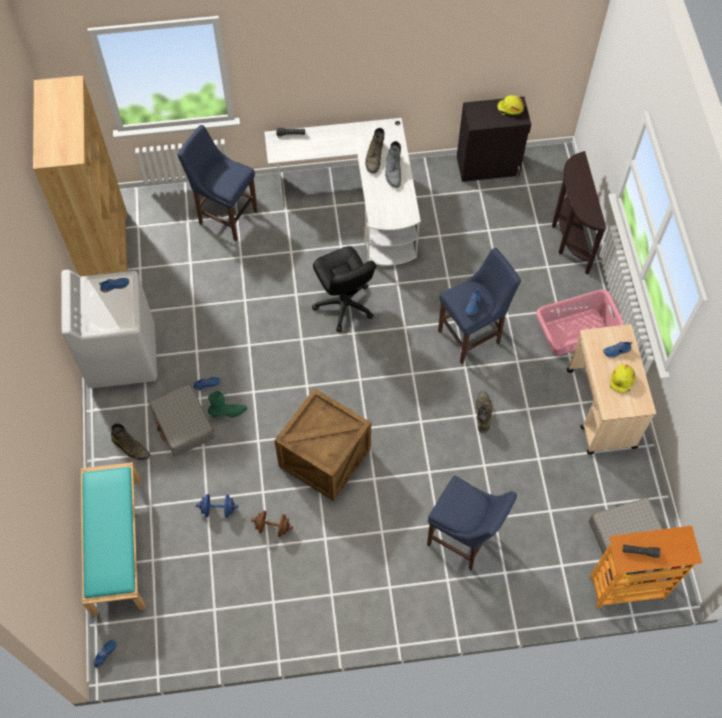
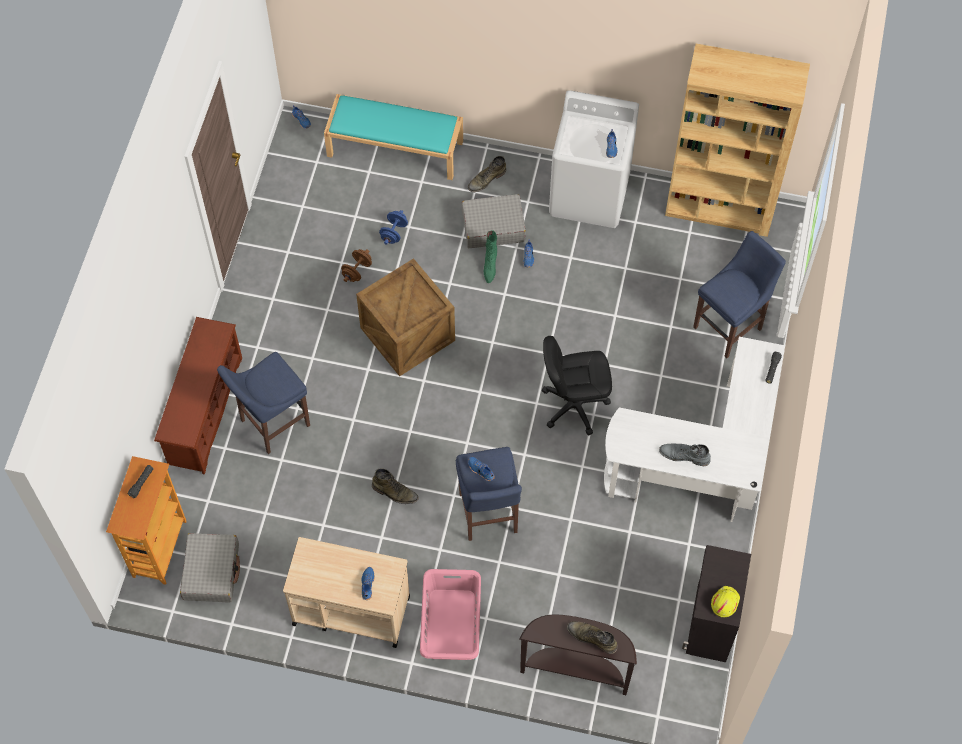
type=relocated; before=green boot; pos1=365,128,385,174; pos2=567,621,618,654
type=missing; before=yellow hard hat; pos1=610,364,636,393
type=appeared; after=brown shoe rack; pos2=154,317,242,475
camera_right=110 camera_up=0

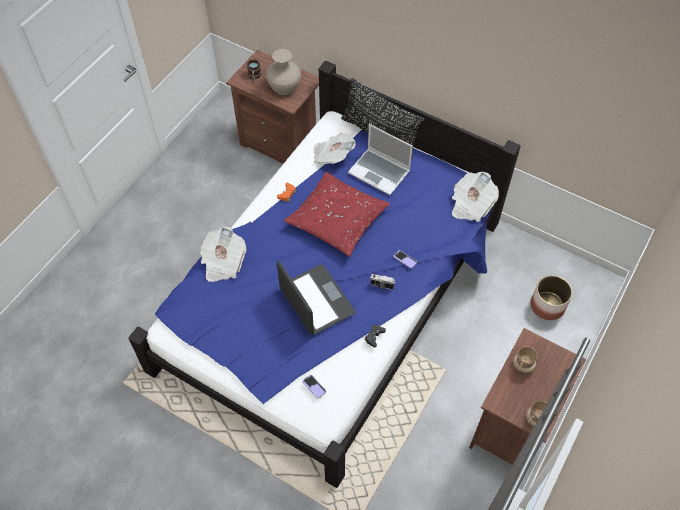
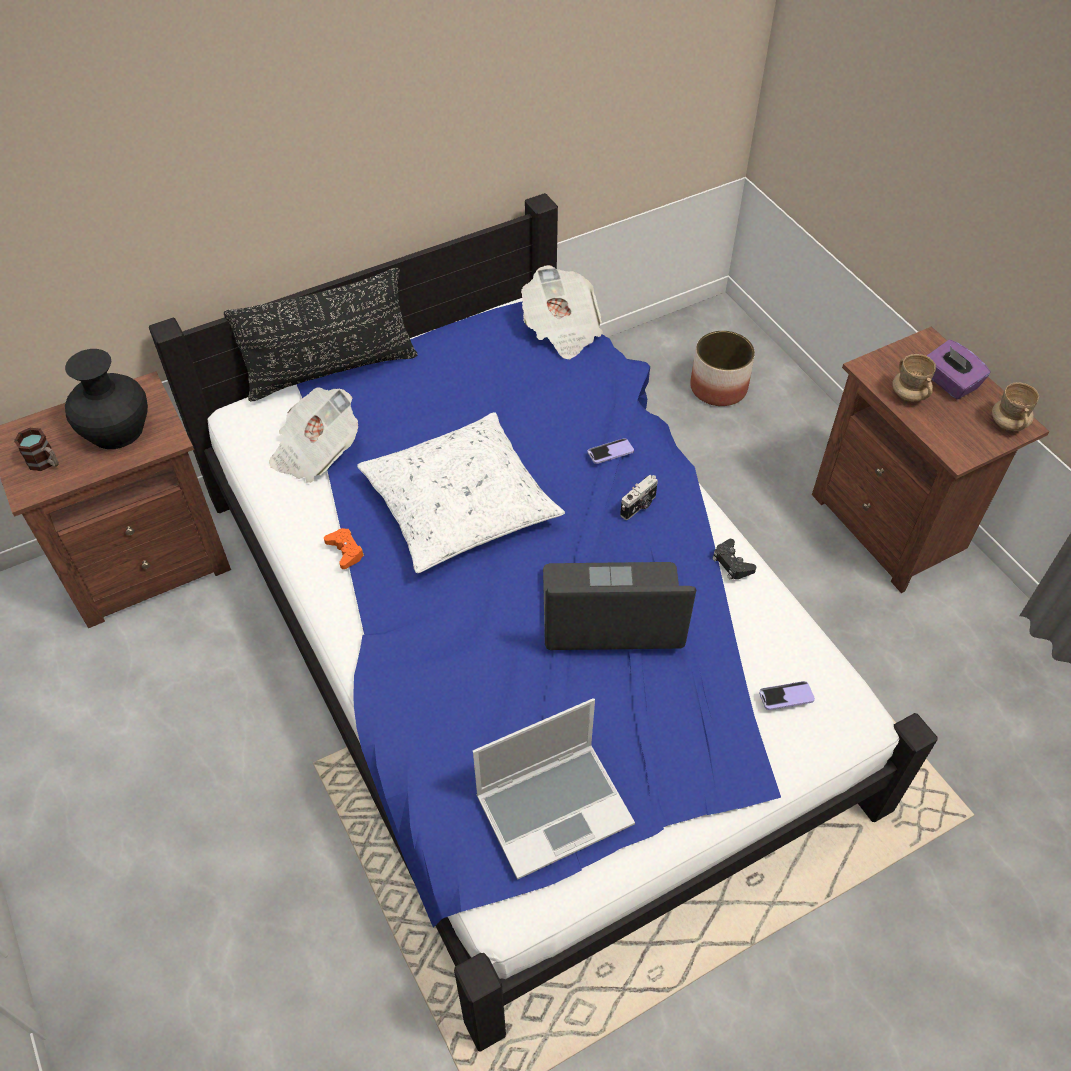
type=colour; before=beige vase; after=black vase; pos1=266,49,301,95; pos2=65,349,148,449
type=relocated; before=laptop; pos1=348,124,413,195; pos2=473,698,635,880
type=colour; before=red pillow; after=white pillow; pos1=284,172,390,257; pos2=357,412,565,573
type=missing; before=newspaper; pos1=200,227,246,282
type=appeared; after=purple tissue box; pos2=927,340,990,400
camera_right=-60 camera_up=-5

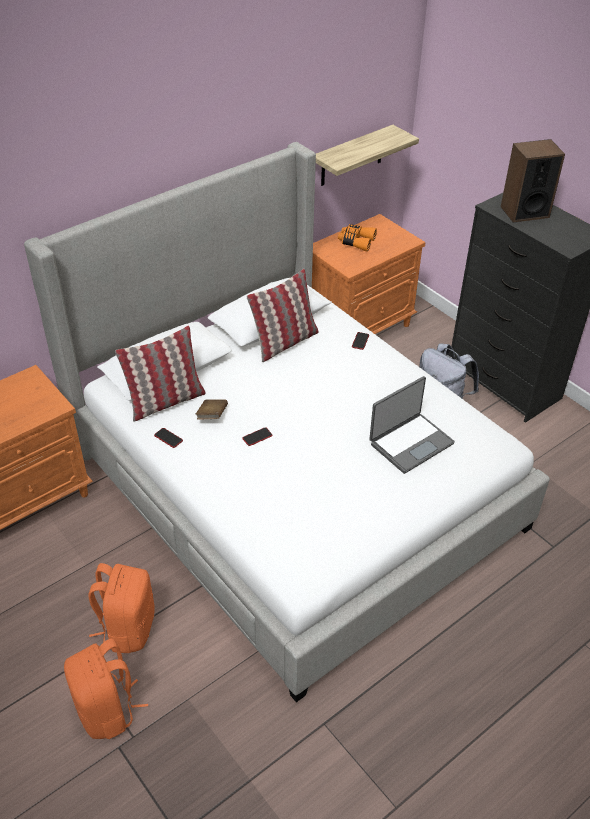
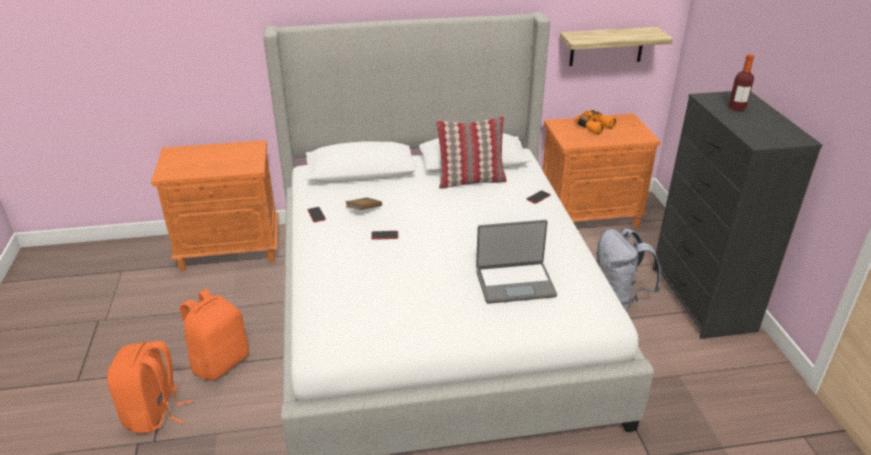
type=exchanged; before=speaker; after=bottle; pos1=501,139,565,223; pos2=728,54,754,111
type=missing; before=pillow; pos1=115,326,206,421
camera_right=30 camera_up=-10

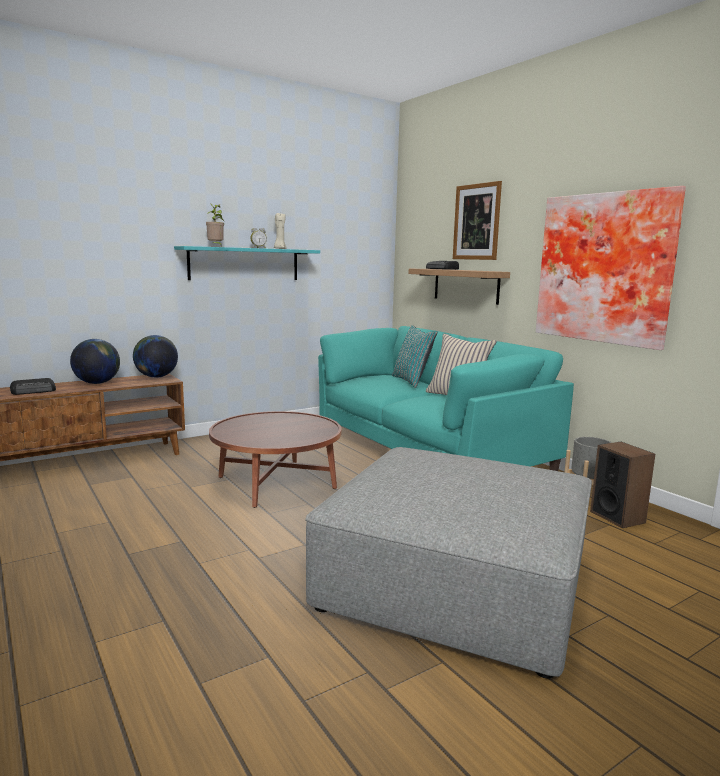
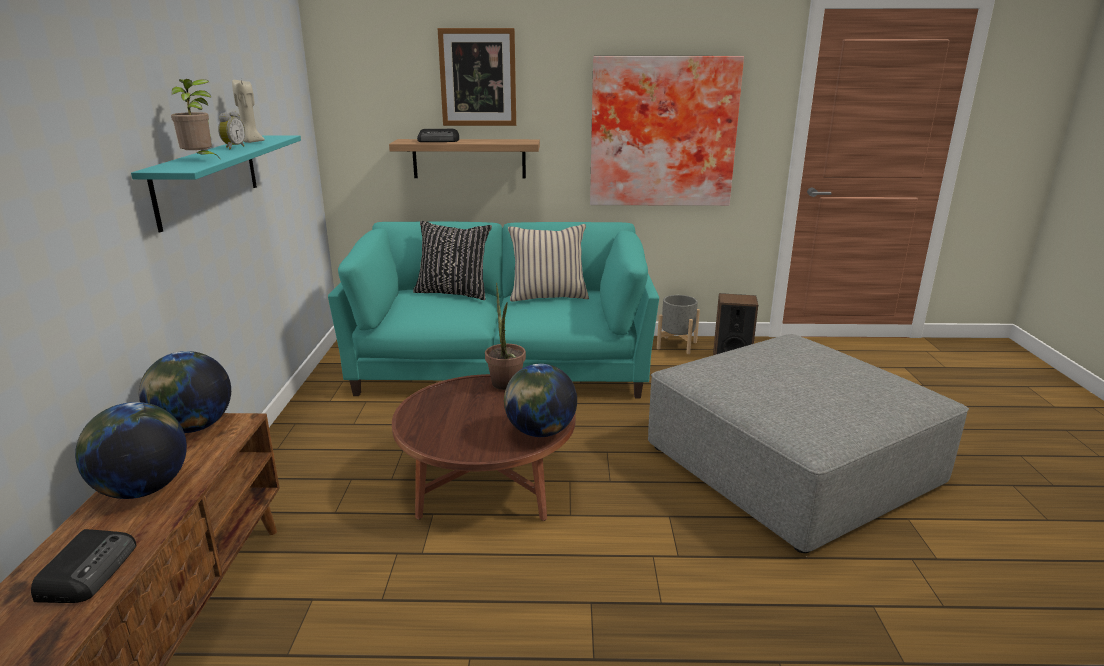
type=colour; before=turquoise pillow; after=black pillow; pos1=392,325,437,388; pos2=413,221,492,300
type=appeared; after=potted plant; pos2=485,283,526,390
type=appeared; after=globe; pos2=504,364,577,437
camera_right=-55 camera_up=10

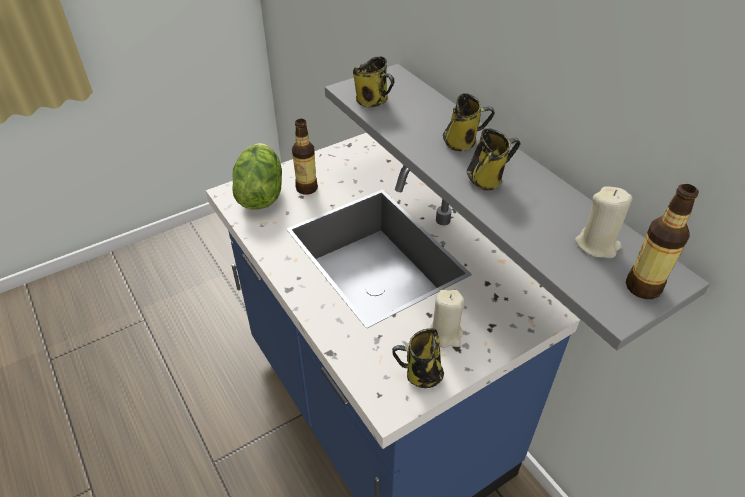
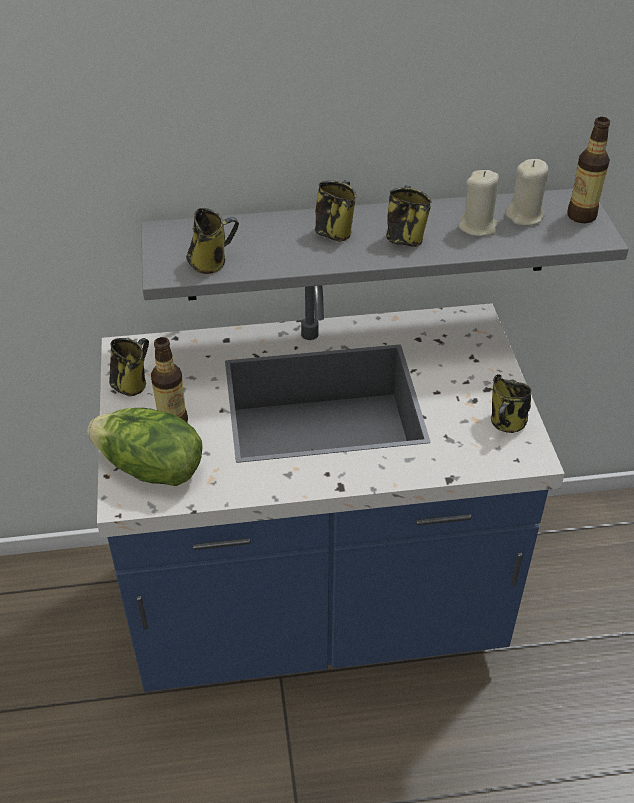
type=relocated; before=beige candle; pos1=430,290,464,348; pos2=458,170,499,237
type=appeared; after=mug; pos2=109,338,149,396
camera_right=-65 camera_up=0

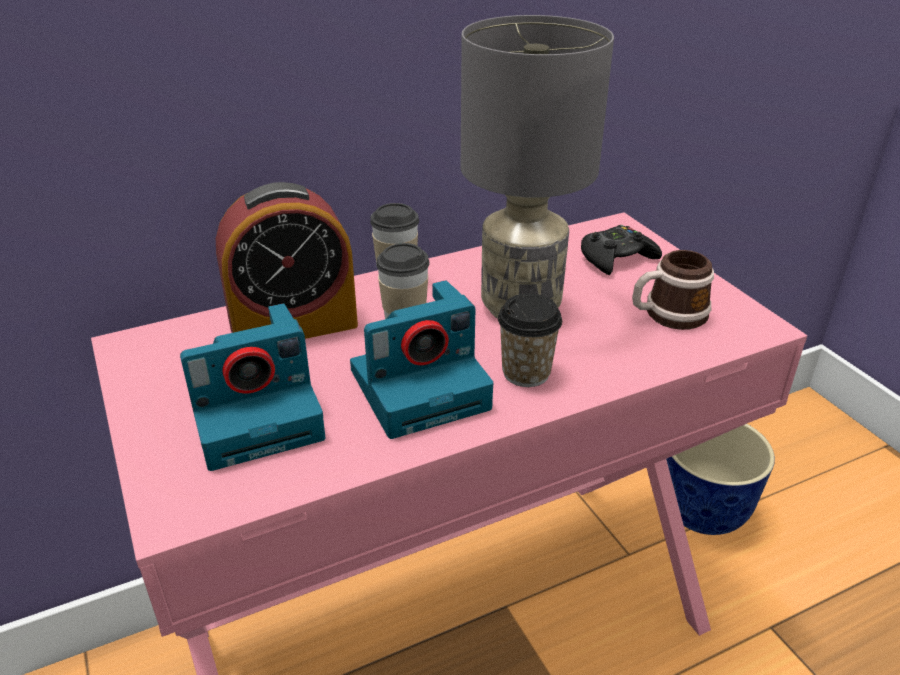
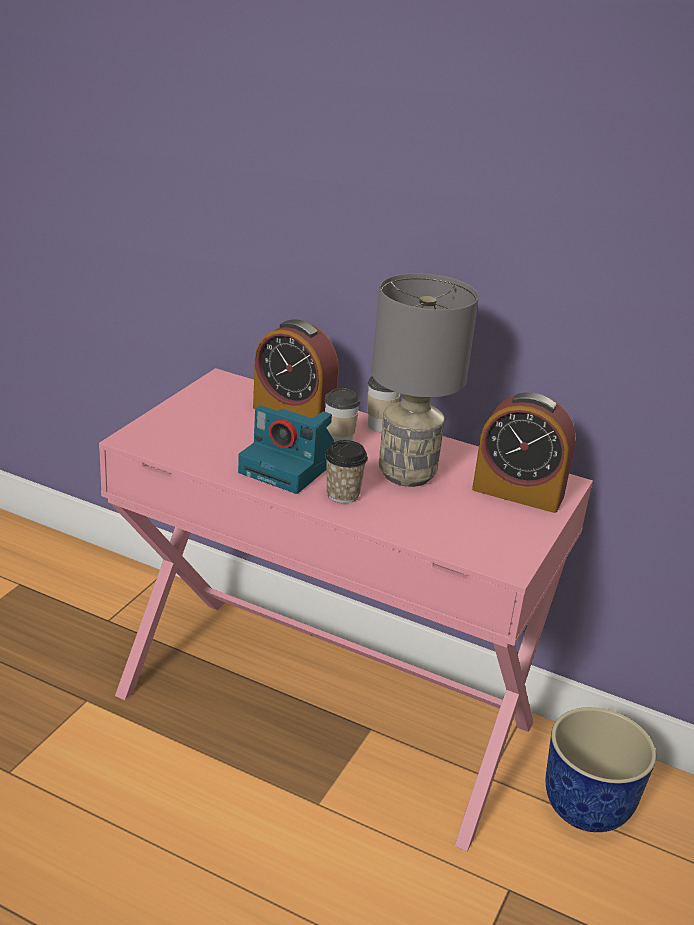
type=exchanged; before=black game controller; after=alarm clock; pos1=581,225,662,275; pos2=472,392,575,513
type=missing; before=mug; pos1=632,250,714,330
type=missing; before=photo camera; pos1=180,303,325,471
camera_right=50 camera_up=-5

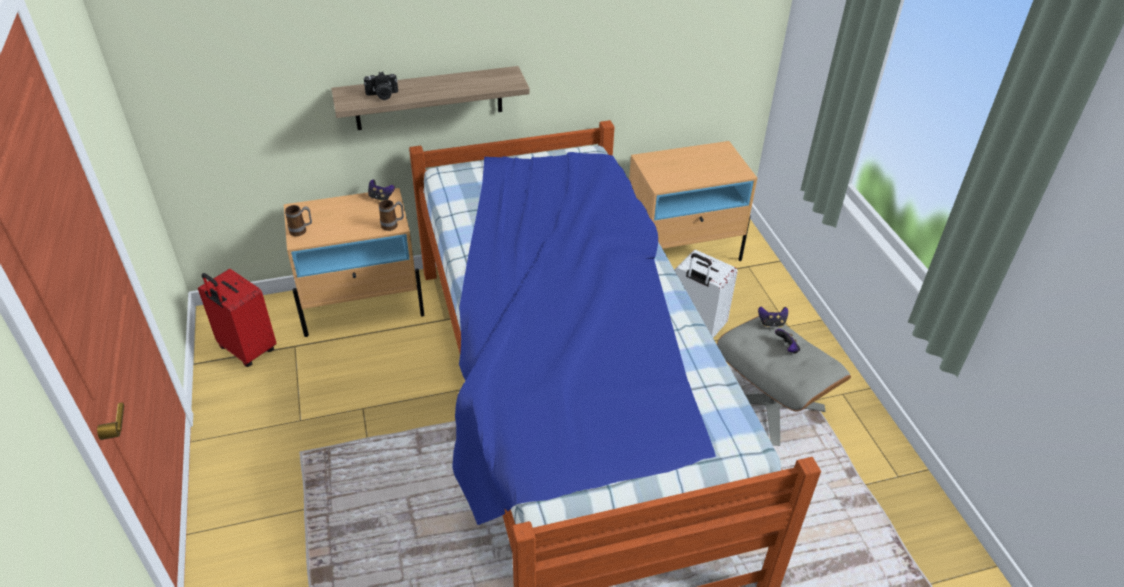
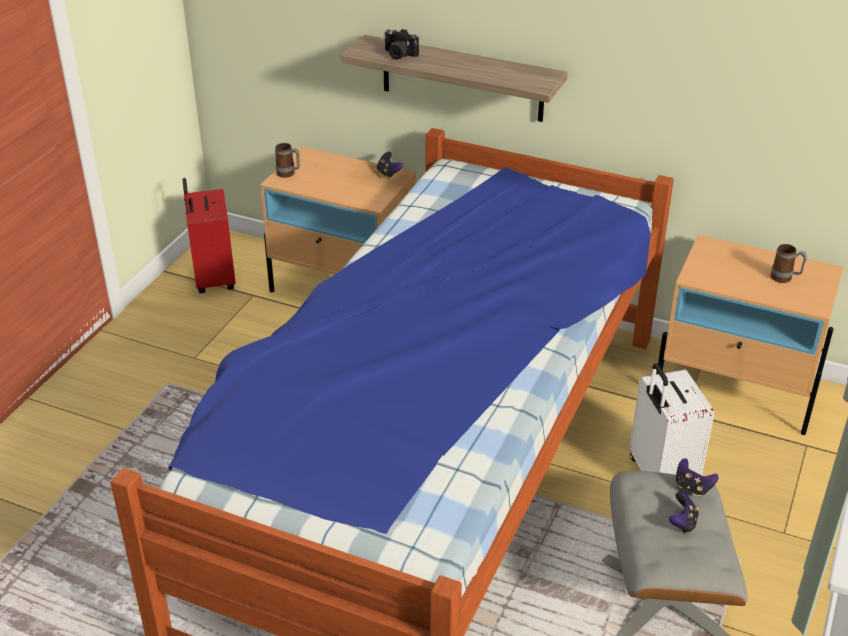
type=relocated; before=mug; pos1=379,200,404,231; pos2=770,244,807,283
camera_right=40 camera_up=-5

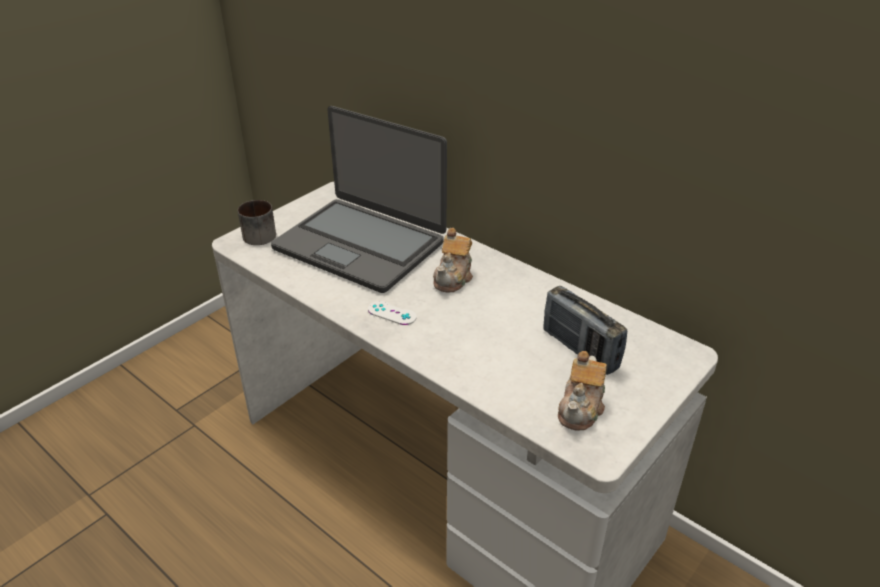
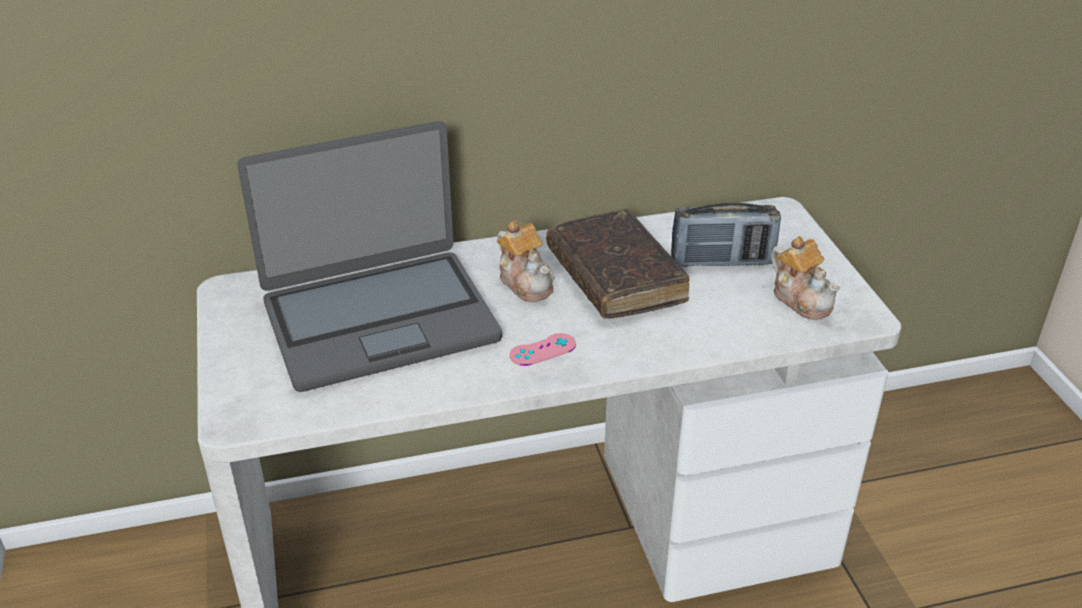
type=missing; before=mug; pos1=238,200,276,245
type=colour; before=white game controller; after=pink game controller; pos1=368,301,417,325; pos2=510,333,576,366
type=appeared; after=brown book; pos2=546,209,690,319
camera_right=-55 camera_up=0

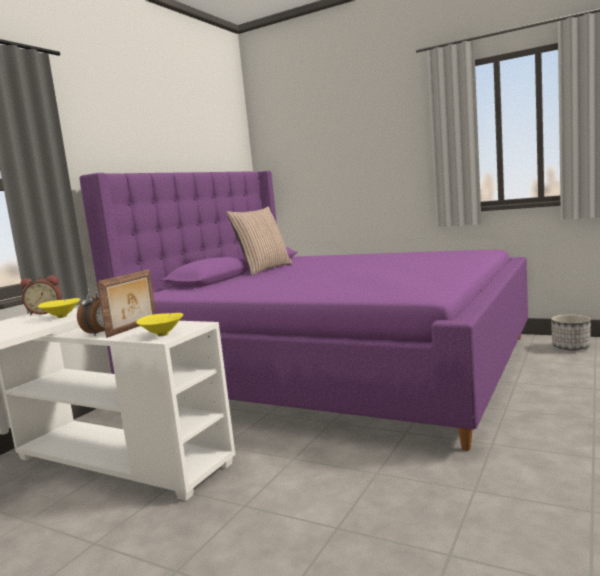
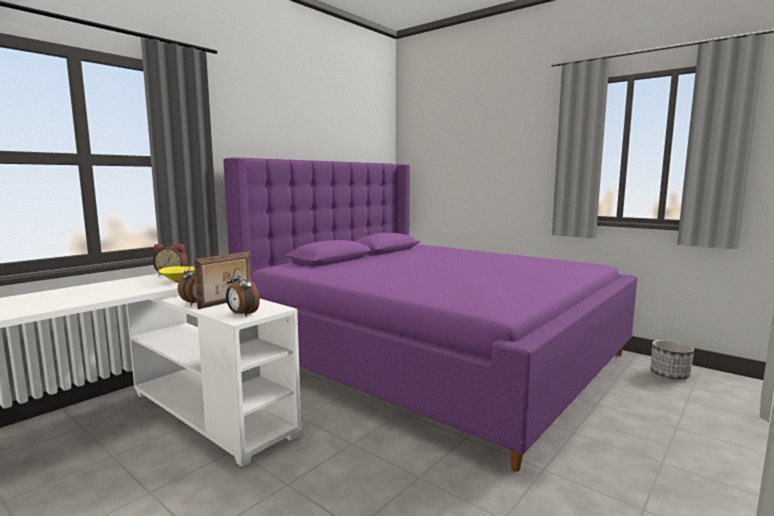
type=missing; before=pillow; pos1=226,207,292,275
type=exchanged; before=yellow bowl; after=alarm clock; pos1=136,313,183,336; pos2=226,268,260,317
camera_right=10 camera_up=0

